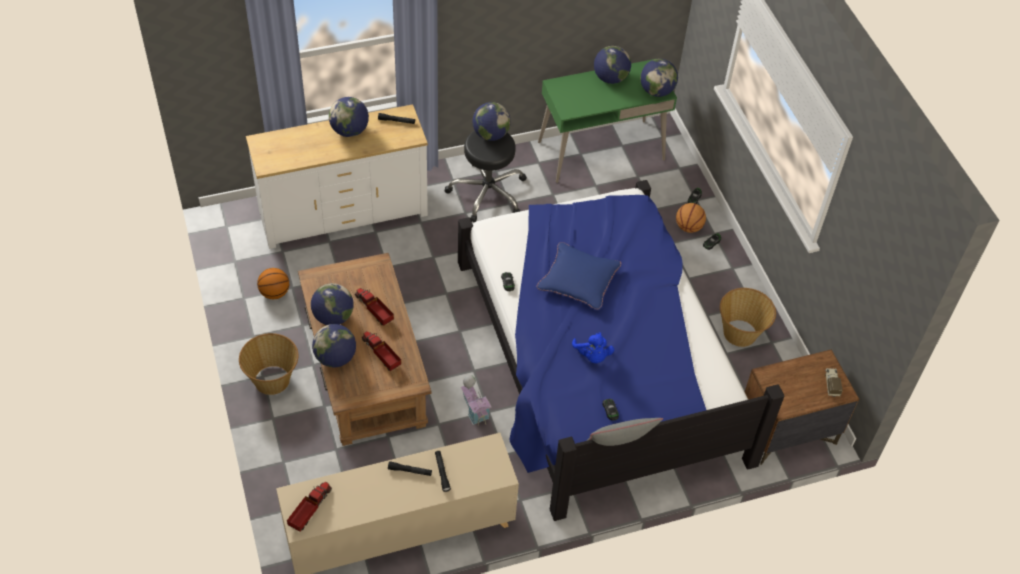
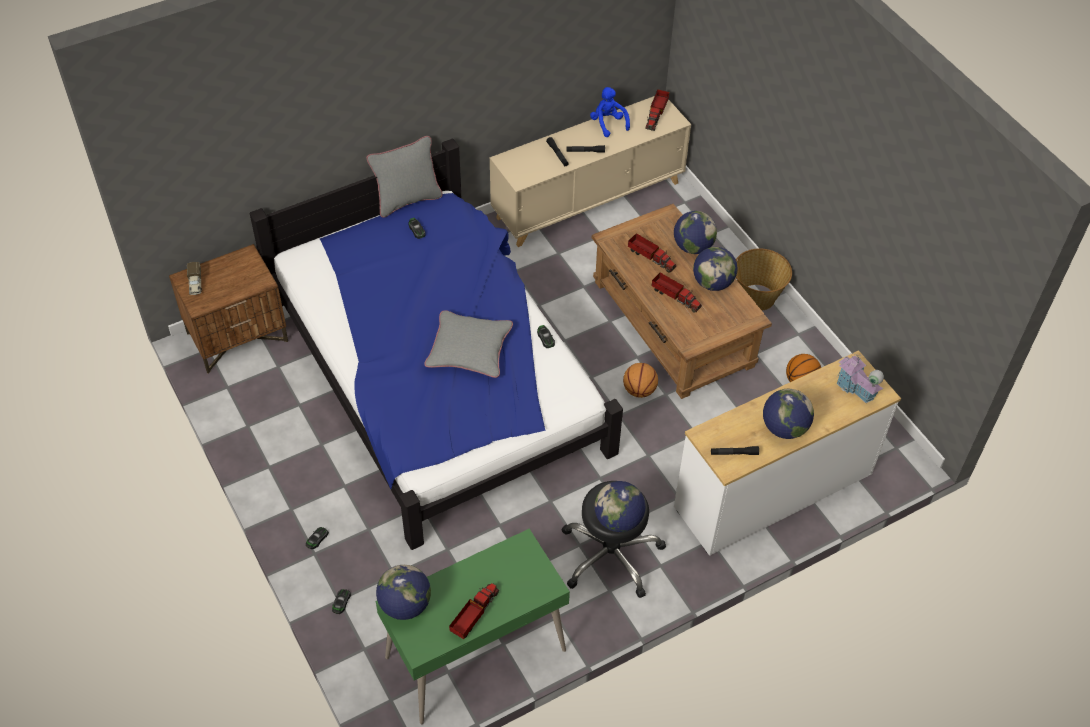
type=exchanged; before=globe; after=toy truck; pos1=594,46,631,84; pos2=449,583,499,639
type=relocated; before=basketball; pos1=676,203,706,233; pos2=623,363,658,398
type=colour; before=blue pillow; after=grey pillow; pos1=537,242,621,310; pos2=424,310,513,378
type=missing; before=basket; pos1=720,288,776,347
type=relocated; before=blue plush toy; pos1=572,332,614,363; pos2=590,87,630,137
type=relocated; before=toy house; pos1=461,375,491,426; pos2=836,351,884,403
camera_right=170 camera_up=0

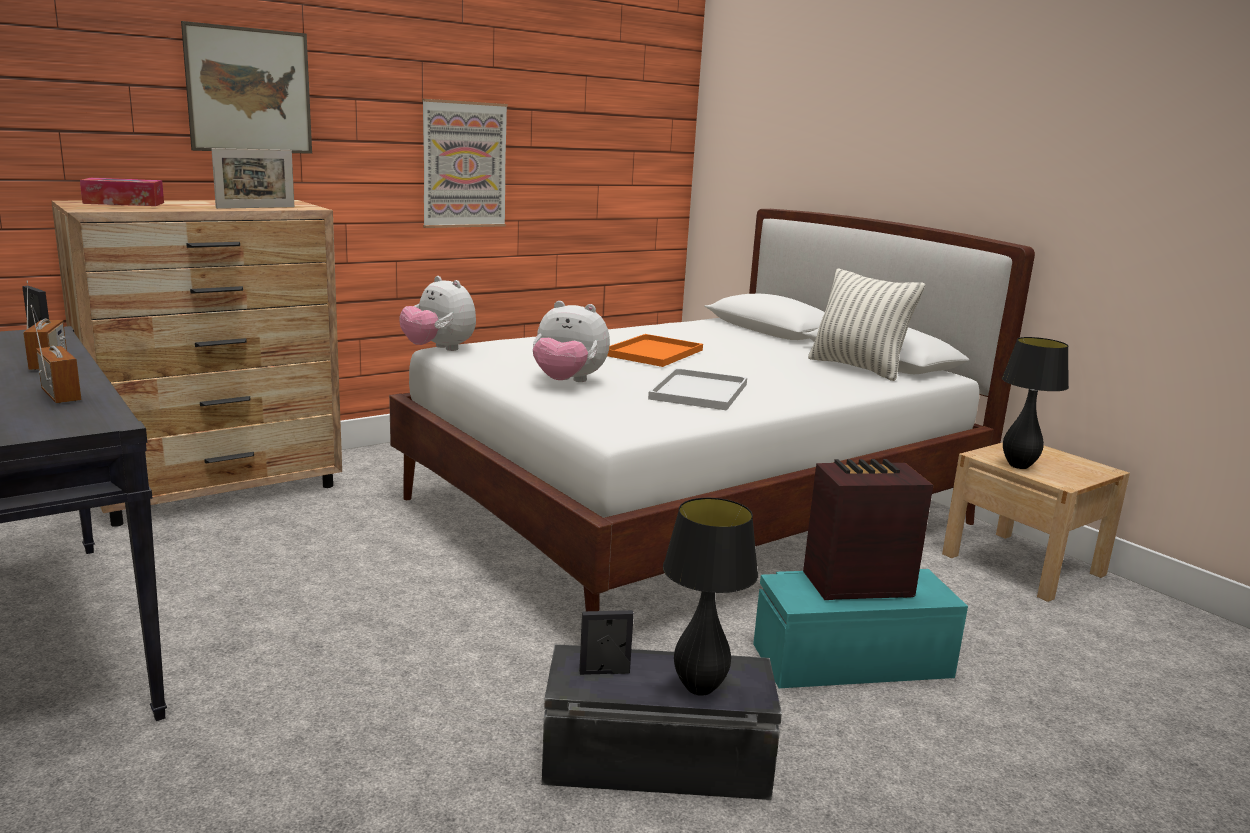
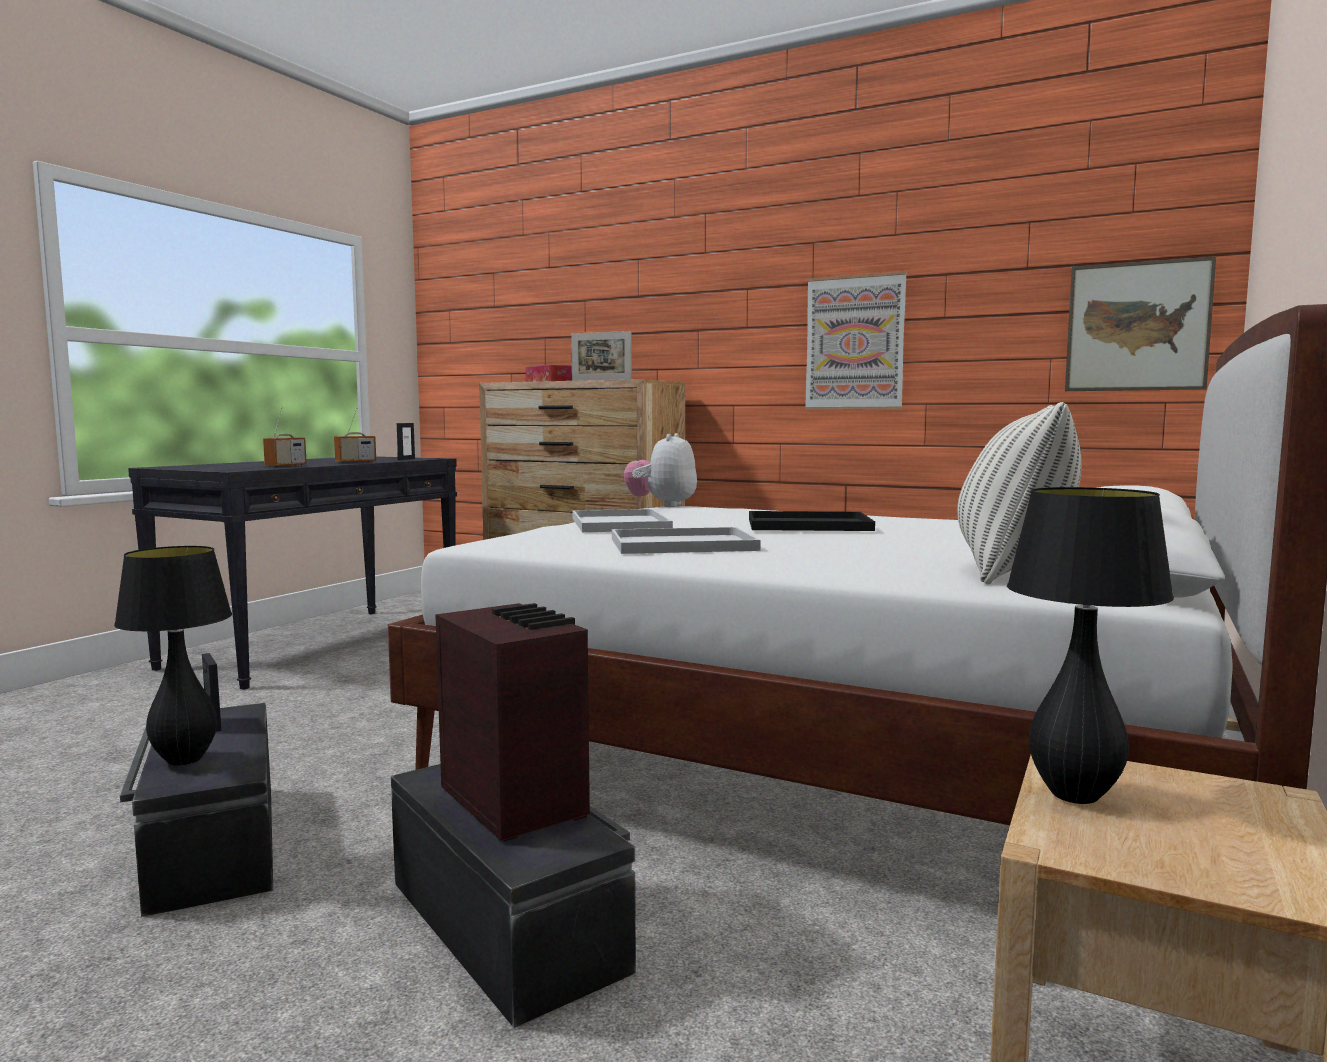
type=relocated; before=picture; pos1=181,21,312,154; pos2=1065,256,1216,391
type=exchanged; before=plush toy; after=white tray; pos1=533,301,610,382; pos2=573,509,673,532
type=colour; before=orange tray; after=black tray; pos1=607,334,703,367; pos2=749,511,875,531
type=colour; before=turquoise storage box; after=black storage box; pos1=753,569,968,688; pos2=391,764,636,1028
camera_right=65 camera_up=-10

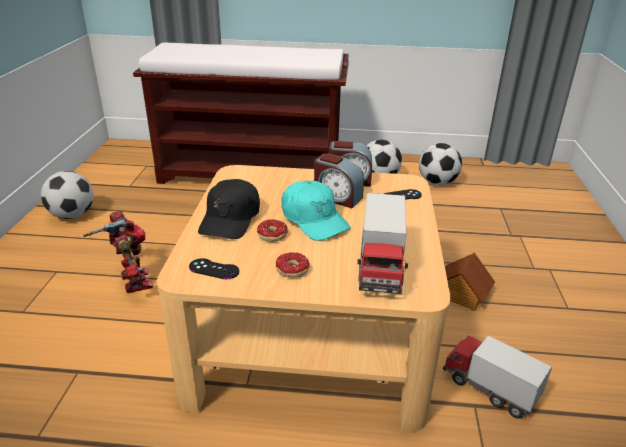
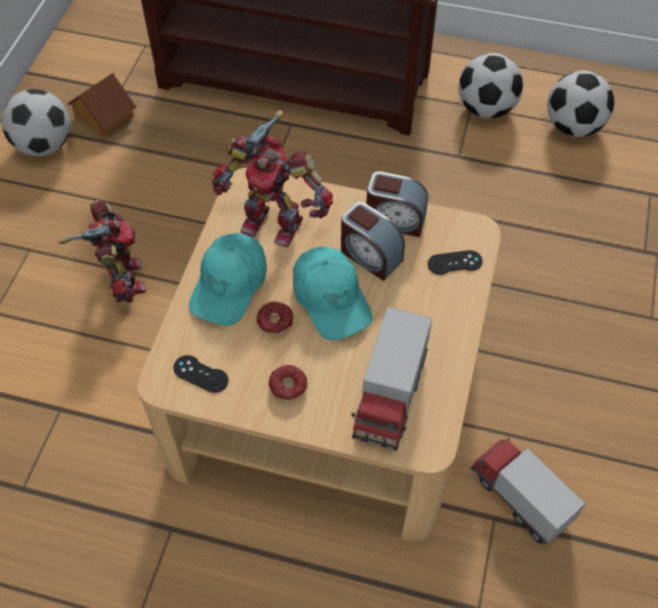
type=colour; before=black cap; after=turquoise cap; pos1=198,179,260,239; pos2=189,233,267,326
type=relocated; before=toy house; pos1=445,252,495,311; pos2=67,73,137,137
type=appeared; after=toy robot; pos2=212,110,333,247
camera_right=10 camera_up=25

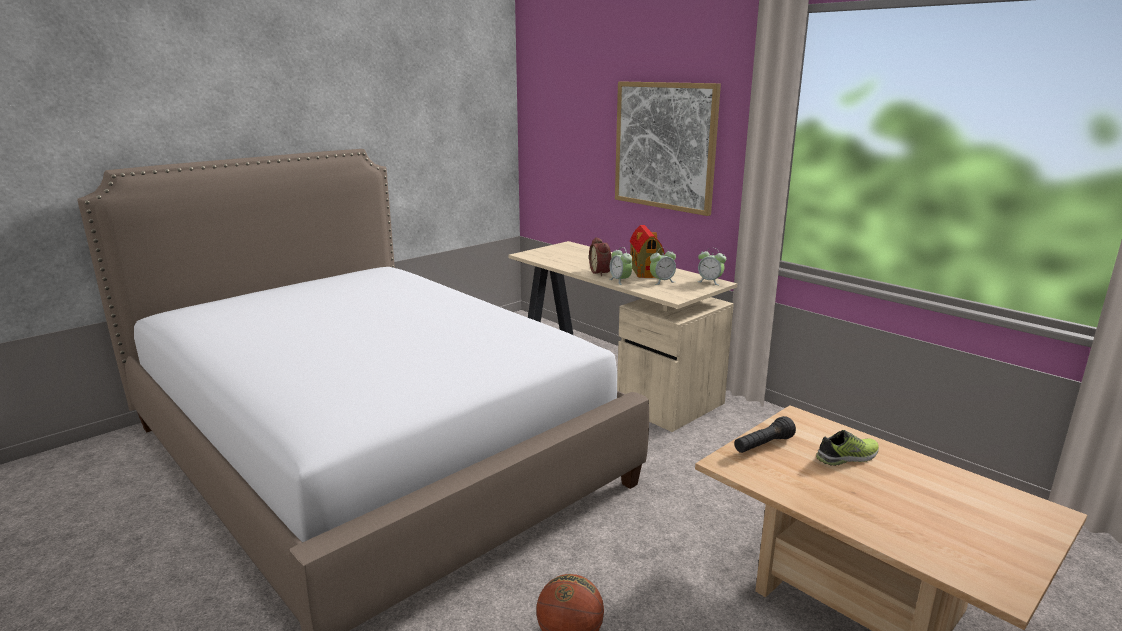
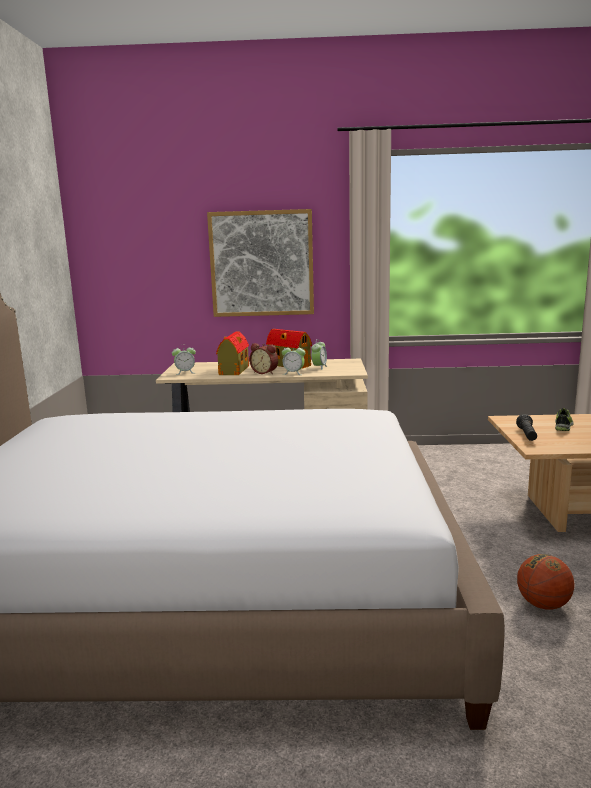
type=relocated; before=alarm clock; pos1=697,249,726,285; pos2=172,345,196,375
type=appeared; after=toy house; pos2=216,332,249,375
camera_right=-45 camera_up=-5

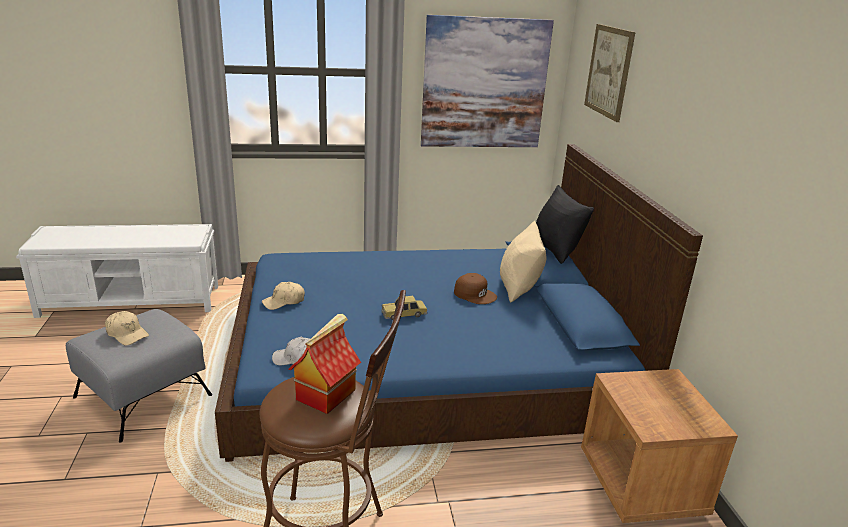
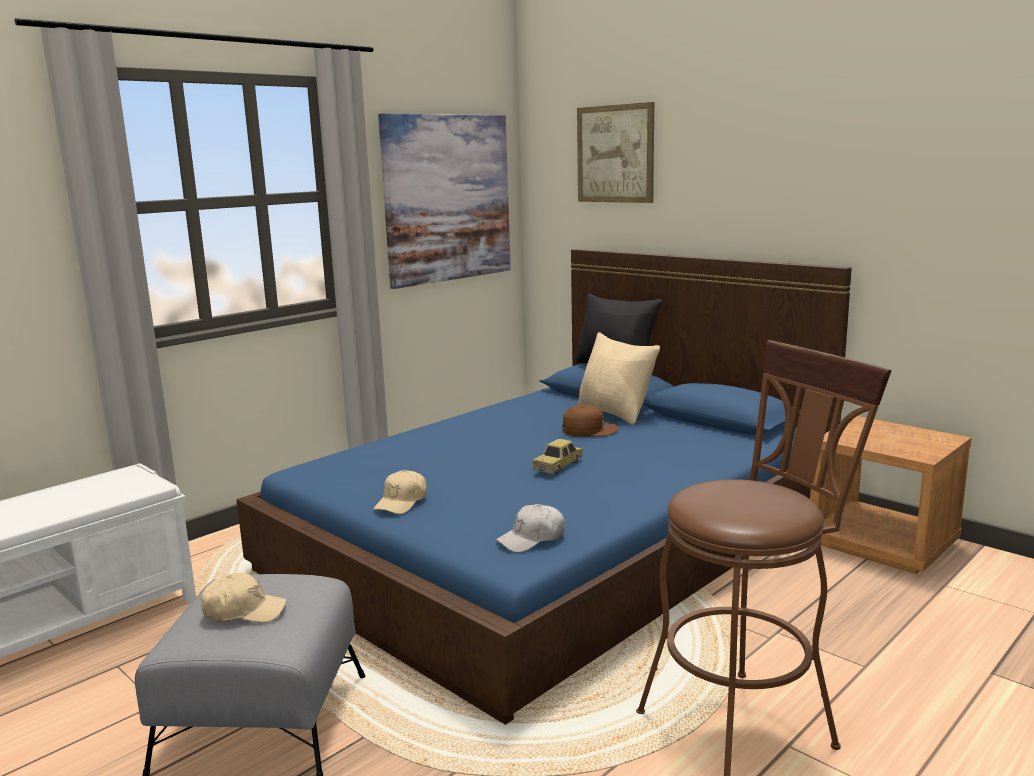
type=missing; before=toy house; pos1=289,314,361,414
camera_right=-35 camera_up=-10

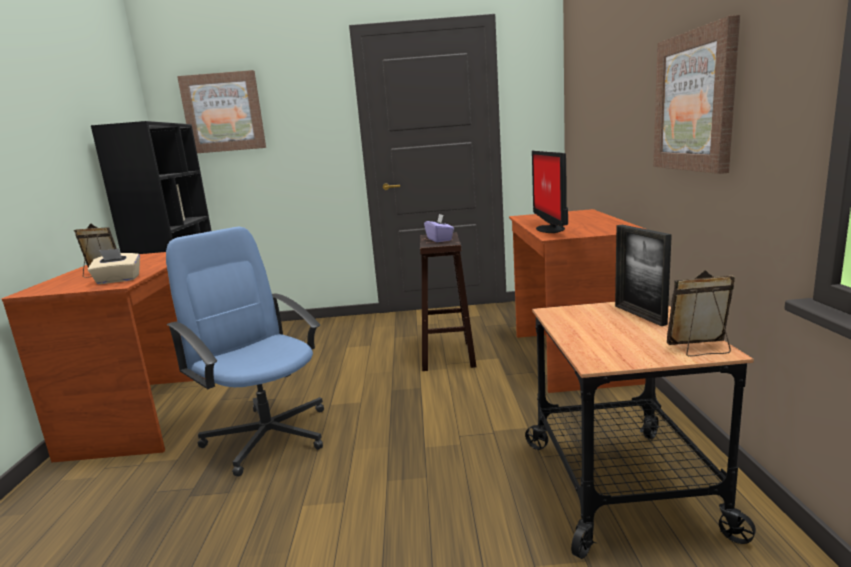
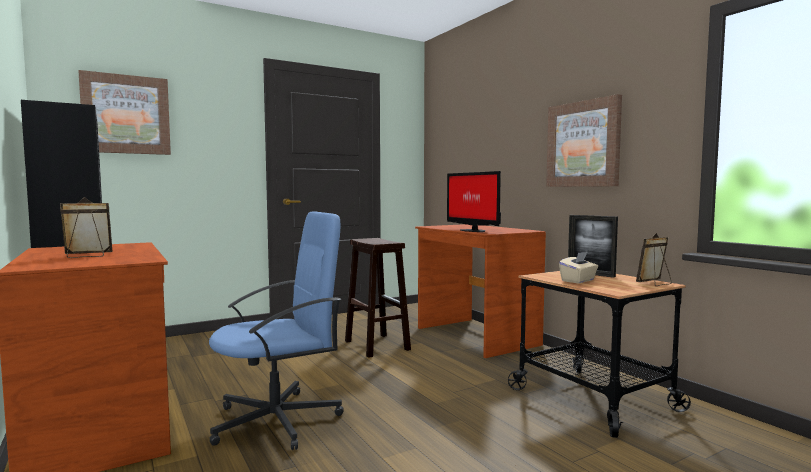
type=missing; before=purple tissue box; pos1=424,214,454,242
type=spun; before=blue office chair; pos1=166,227,324,477; pos2=209,211,344,450; turn=135
type=relocated; before=beige tissue box; pos1=88,248,140,284; pos2=559,252,598,283
camera_right=-30 camera_up=-10

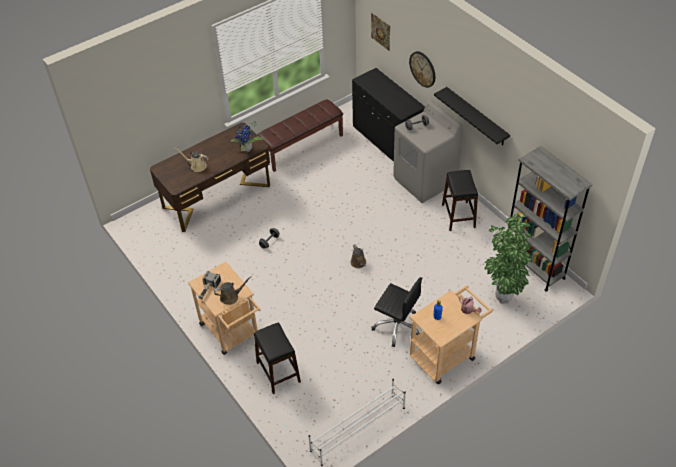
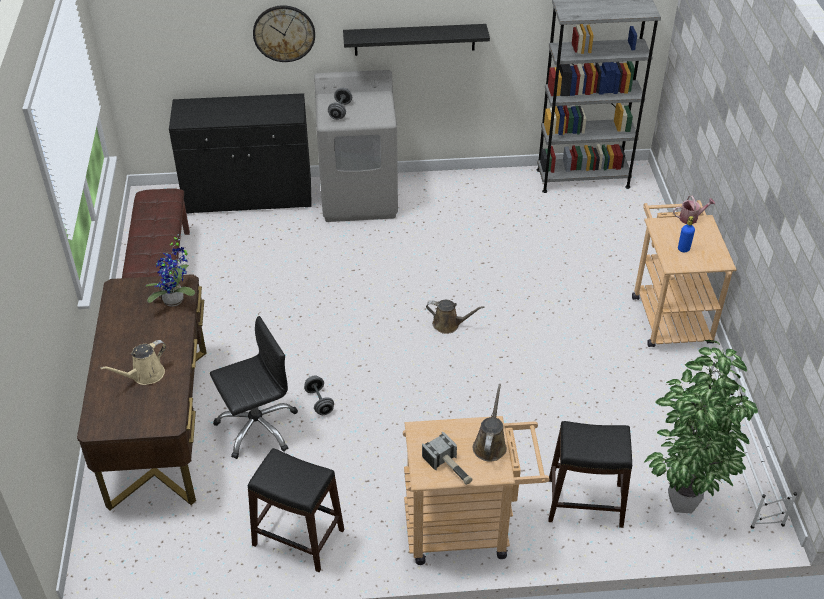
type=missing; before=picture; pos1=371,13,390,51
type=relocated; before=black stool; pos1=442,170,478,231; pos2=248,448,344,572
type=relocated; before=potted plant; pos1=484,212,532,304; pos2=644,340,758,514
type=relocated; before=black office chair; pos1=371,277,422,347; pos2=210,316,298,459
camera_right=-60 camera_up=-5

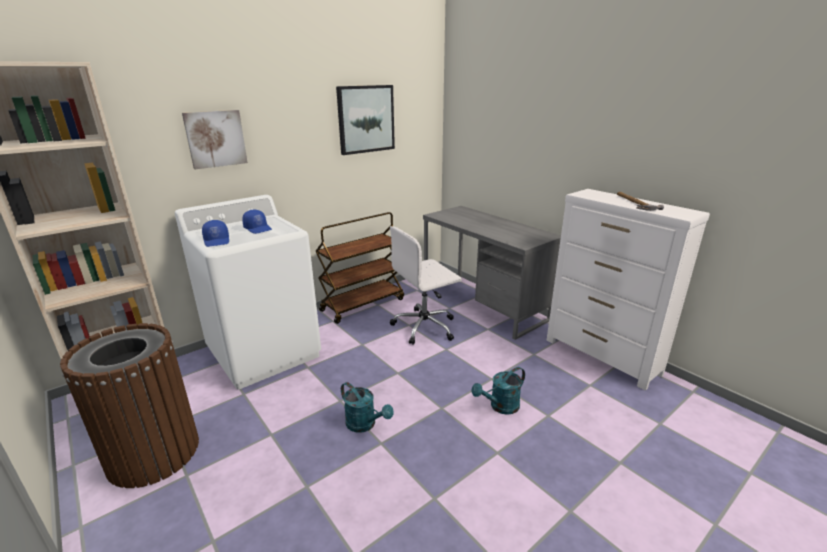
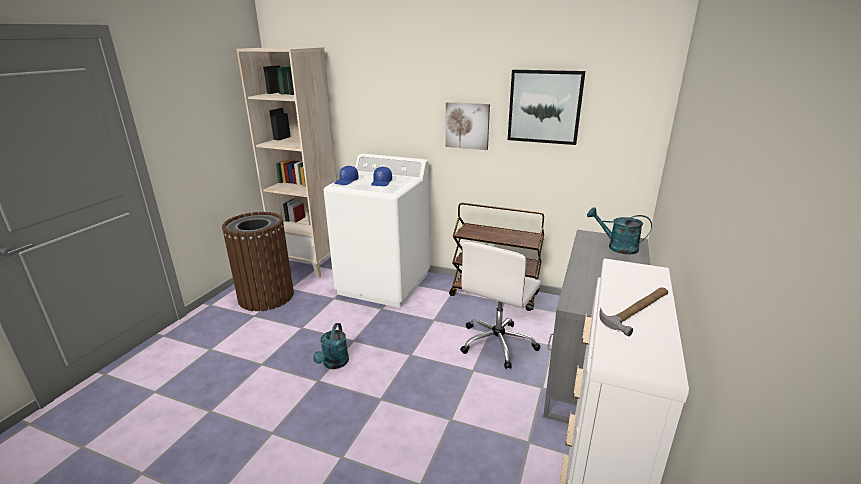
type=relocated; before=picture; pos1=182,110,248,169; pos2=445,102,490,150
type=spun; before=white office chair; pos1=390,226,462,345; pos2=460,242,541,369; turn=-90
type=relocated; before=turquoise watering can; pos1=471,367,525,415; pos2=587,207,652,254
camera_right=60 camera_up=0

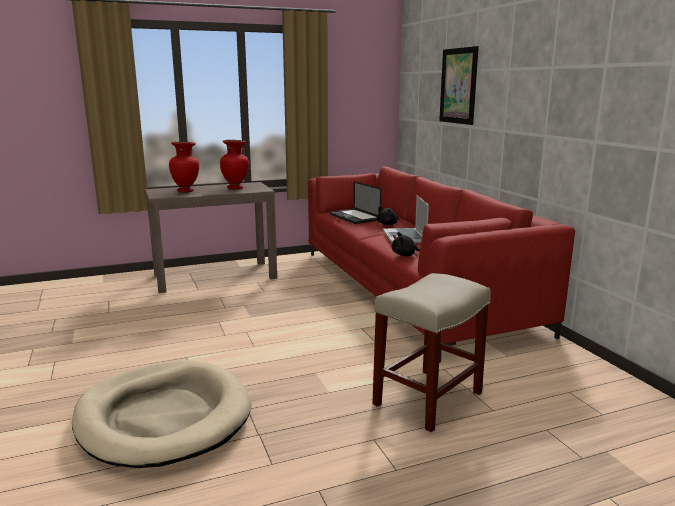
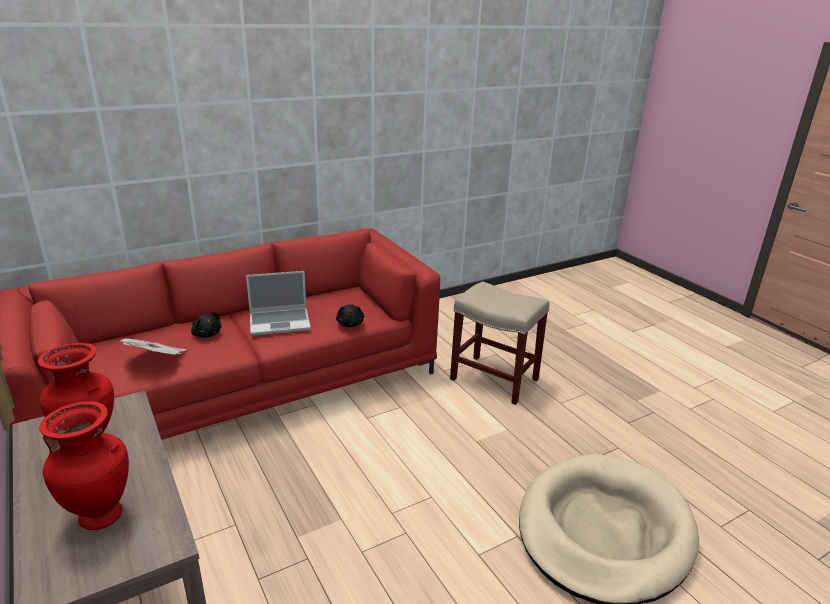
type=missing; before=picture; pos1=439,46,479,125
type=exchanged; before=laptop; after=newspaper; pos1=330,181,381,224; pos2=120,338,187,355
camera_right=-100 camera_up=10

